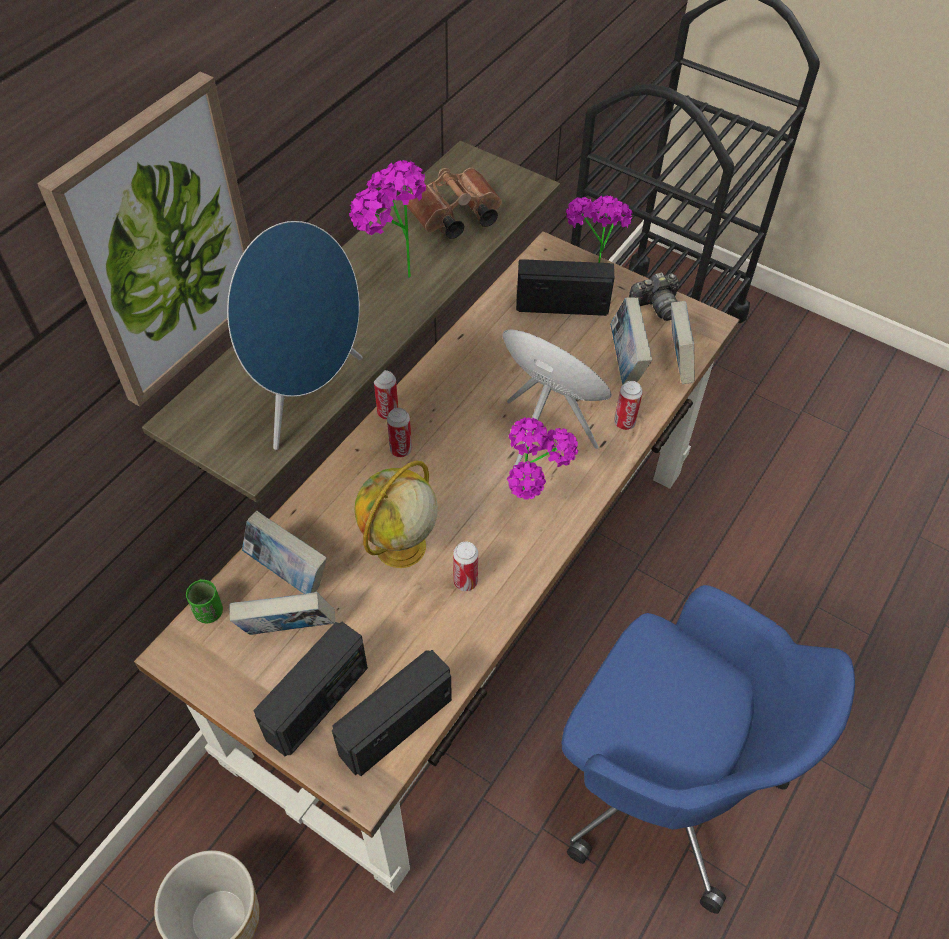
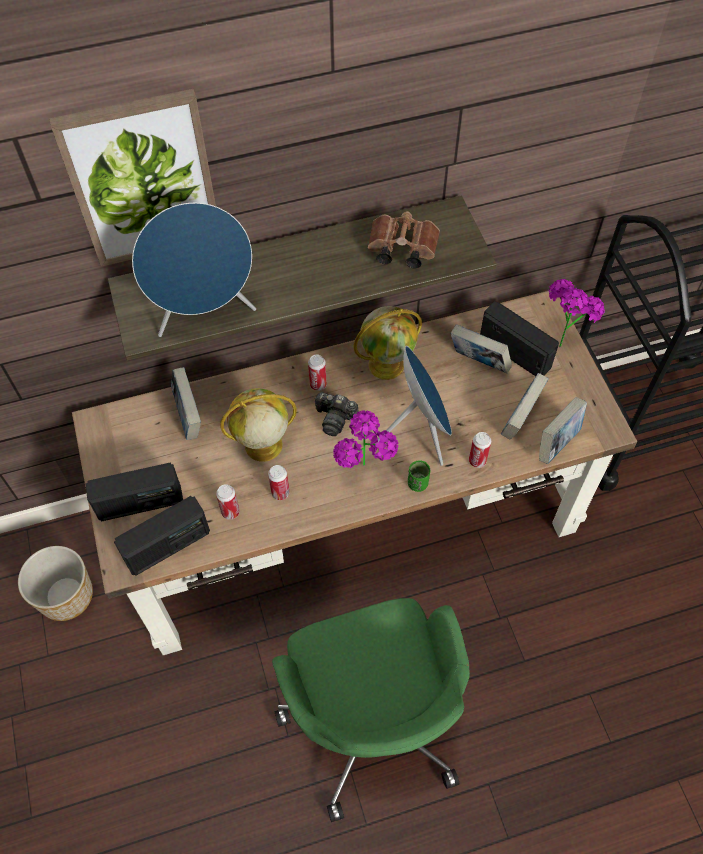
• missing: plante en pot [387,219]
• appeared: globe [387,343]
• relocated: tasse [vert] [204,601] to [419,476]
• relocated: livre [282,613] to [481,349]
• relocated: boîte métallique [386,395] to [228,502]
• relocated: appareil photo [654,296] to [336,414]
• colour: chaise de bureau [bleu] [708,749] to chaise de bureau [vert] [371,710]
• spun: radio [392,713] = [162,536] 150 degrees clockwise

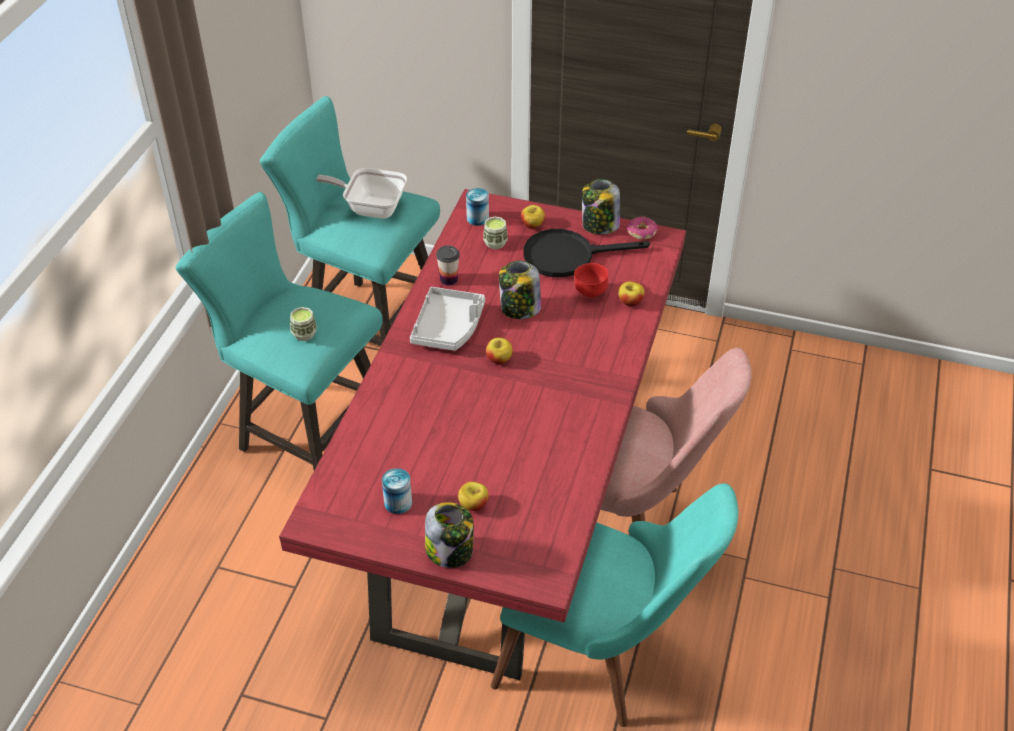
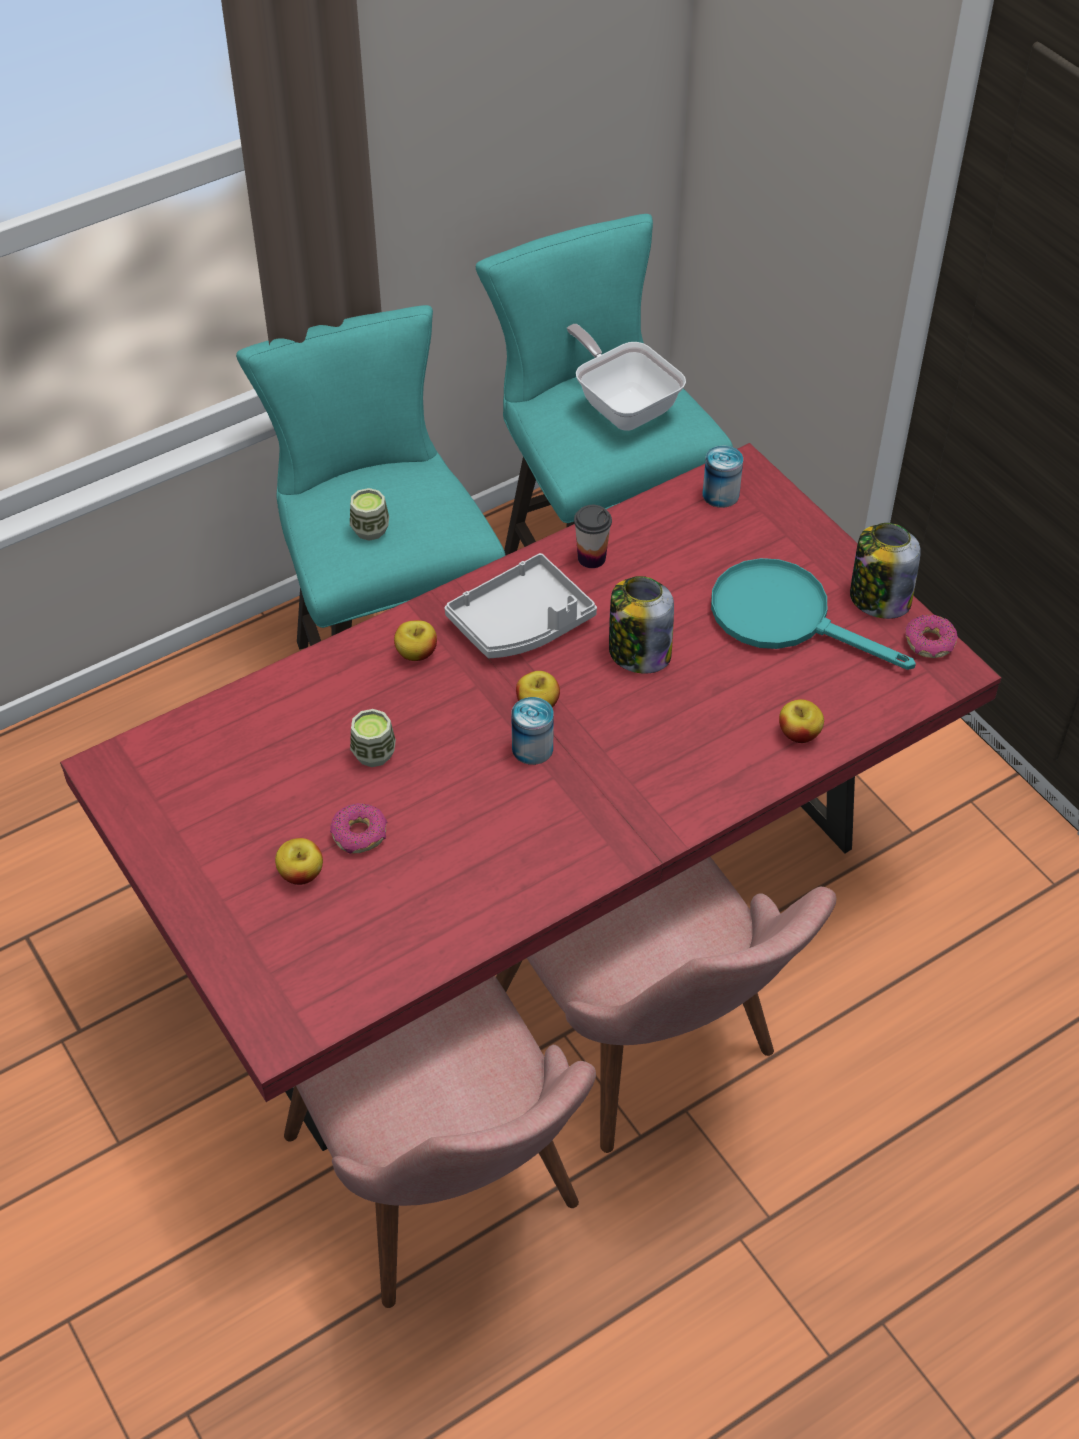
• missing: bocal [449,535]
• missing: bol [rouge] [591,280]
• appeared: beignet [358,828]
• relocated: boîte métallique [397,491] to [532,731]
• relocated: tasse [495,232] to [373,738]
• relocated: pomme [533,217] to [415,640]
• colour: chaise [turquoise] [615,605] to chaise [rose] [440,1142]
• colour: poêle [noir] [587,253] to poêle [turquoise] [813,614]

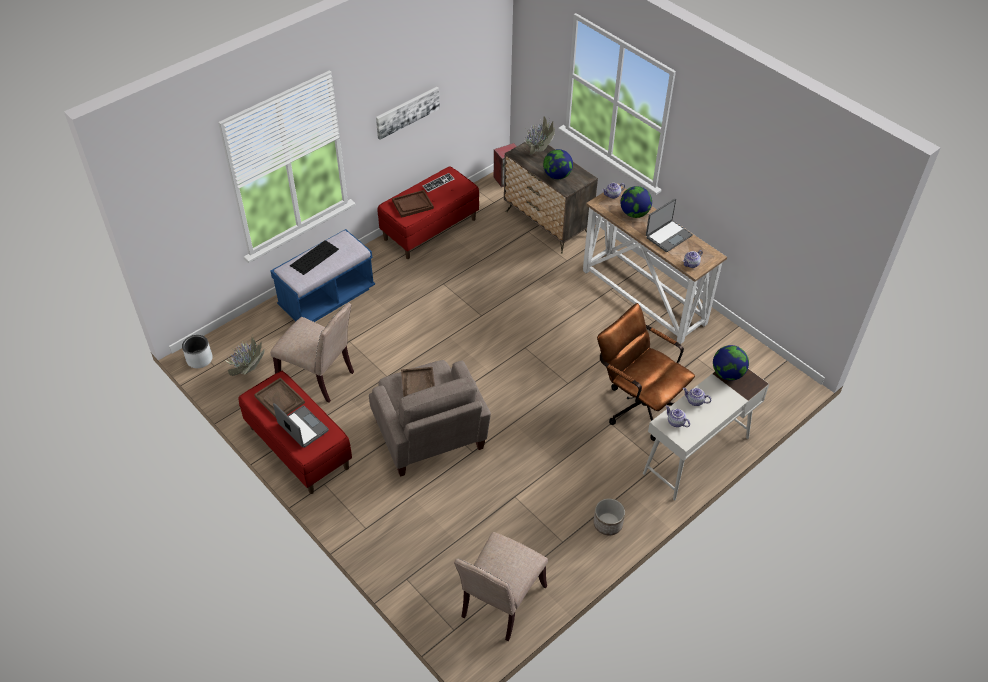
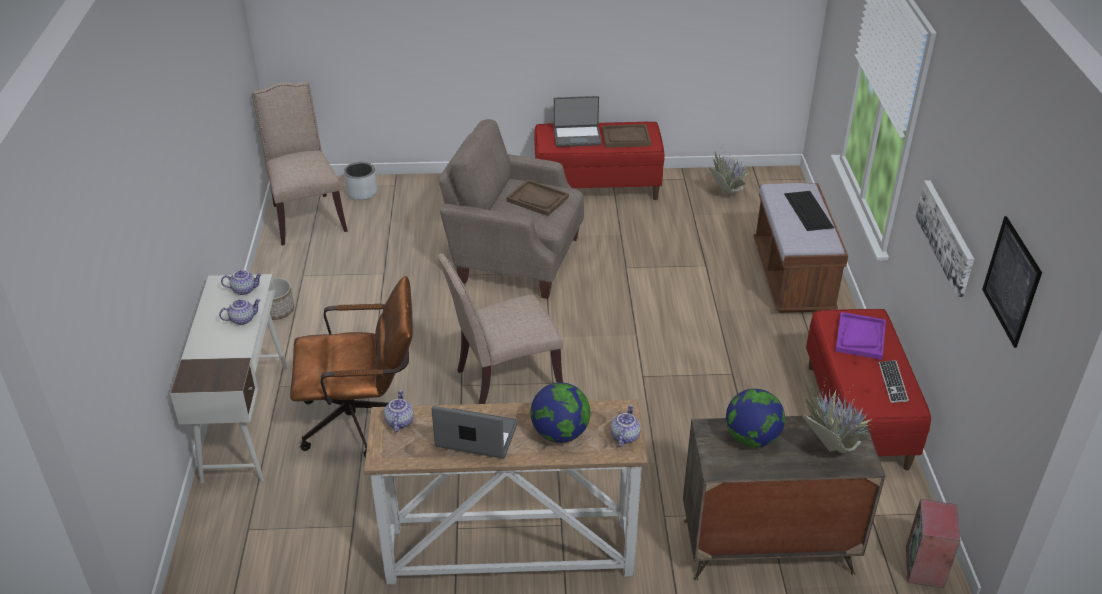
• missing: globe [731,363]
• appeared: tableau [1012,282]
• relocated: cache-pot [gris] [197,351] to [360,181]
• relocated: chaise [beige] [312,353] to [500,328]
• colour: banc [bleu] [322,275] to banc [marron] [800,248]
• colour: plateau [marron] [413,204] to plateau [violet] [860,336]
• spun: ordinateur portable [669,225] = [474,432] 105 degrees clockwise

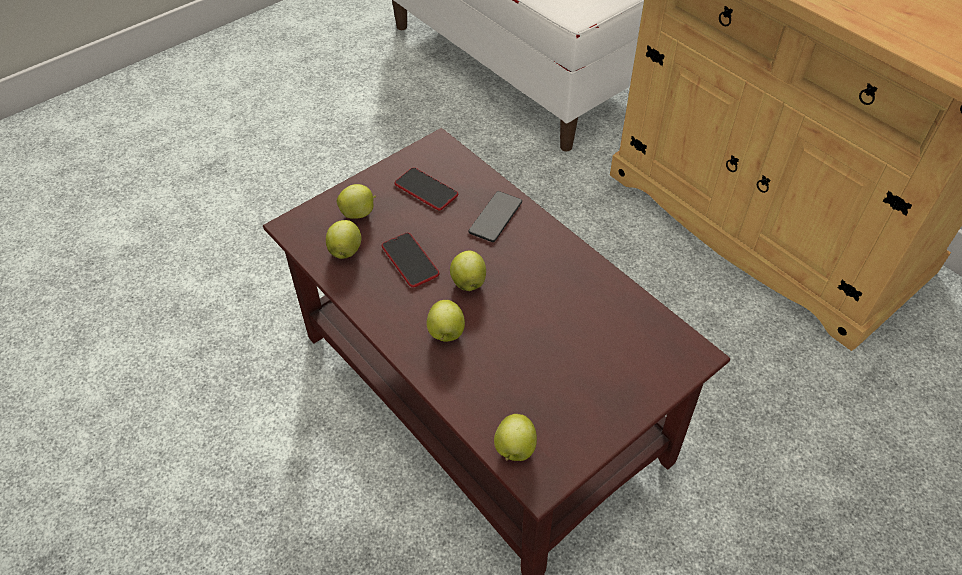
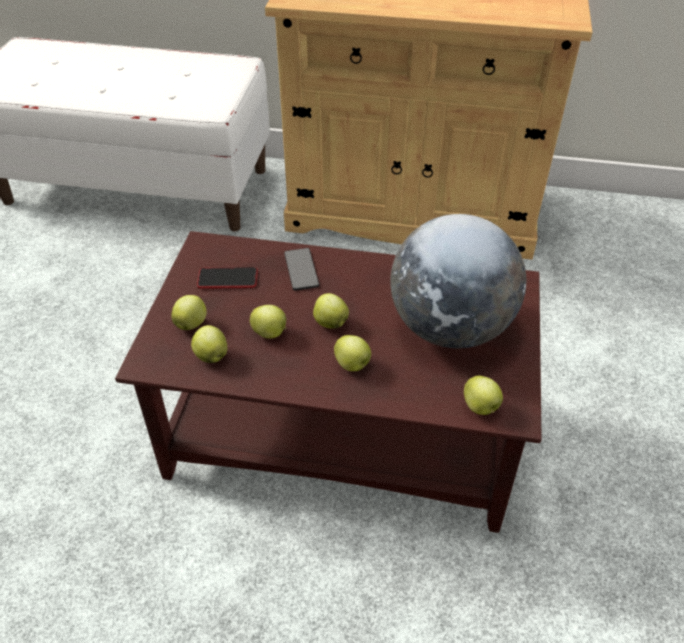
• appeared: globe [458,281]
• exchanged: téléphone [411,260] to pomme [268,322]

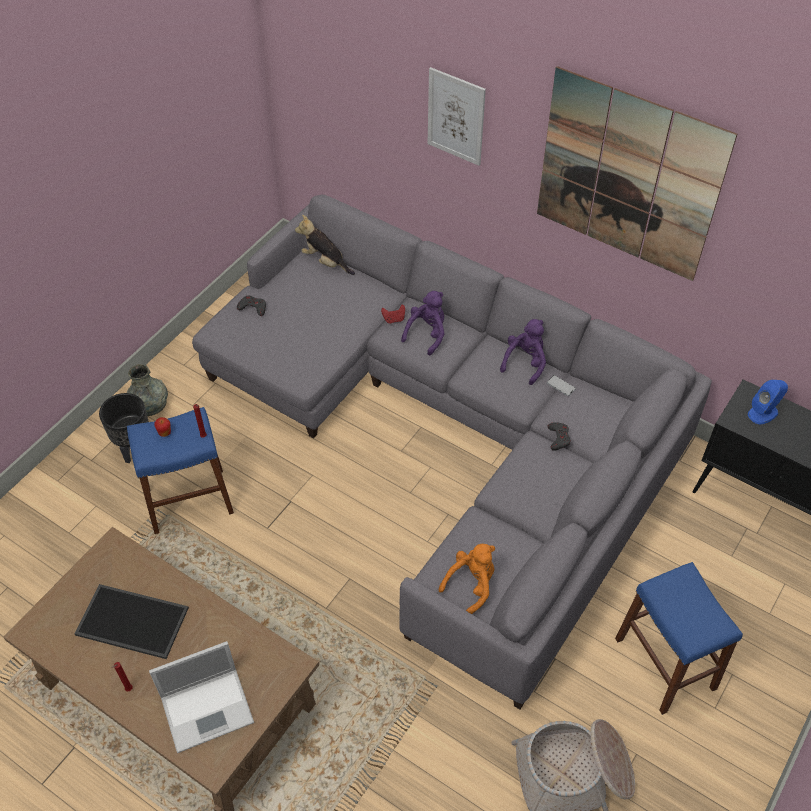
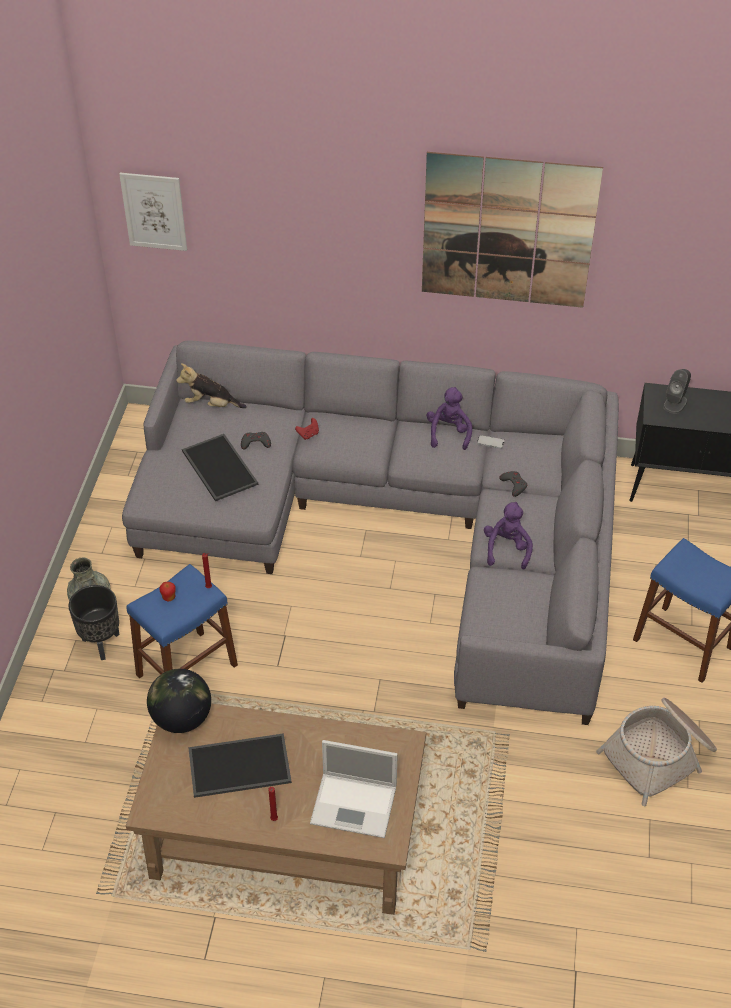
• missing: peluche [orange] [467,579]
• appeared: globe [179,701]
• appeared: plateau [220,467]
• relocated: manette [gris] [251,306] to [256,440]
• relocated: peluche [violet] [422,323] to [508,535]
• relocated: tableau [457,116] to [153,212]
• colour: enceinte [bleu] [768,402] to enceinte [gris] [677,391]
• spun: ordinateur portable [201,697] = [354,789] 60 degrees clockwise

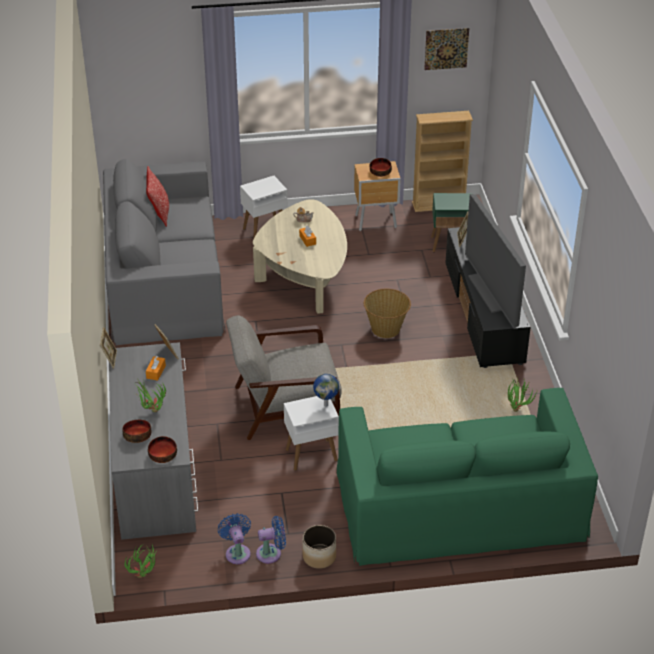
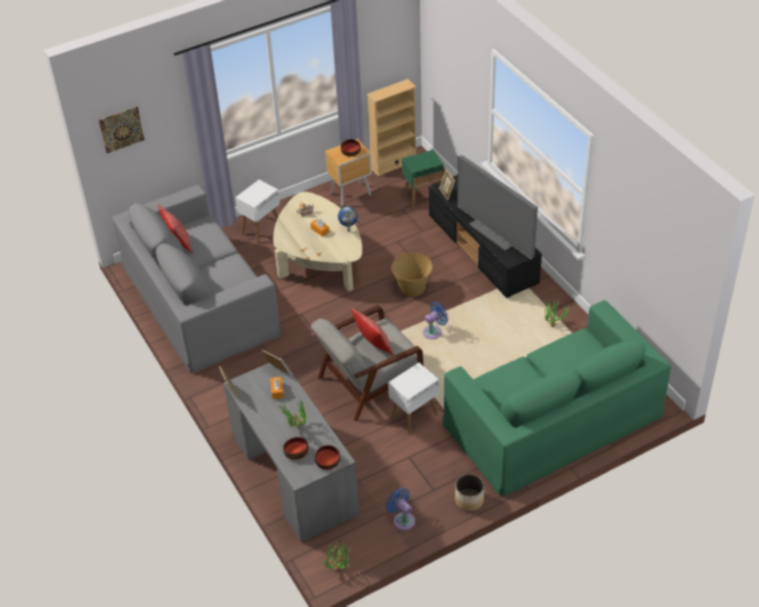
• appeared: coussin [372,332]
• relocated: ventilateur [bleu] [271,540] to [435,320]
• relocated: globe [326,390] to [348,219]
• relocated: tableau [446,49] to [122,129]

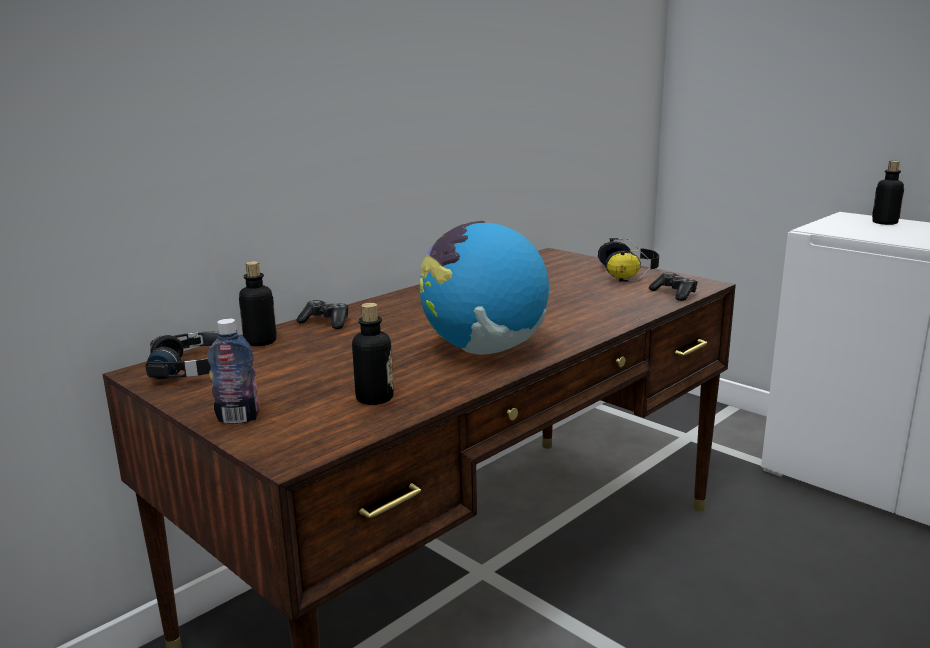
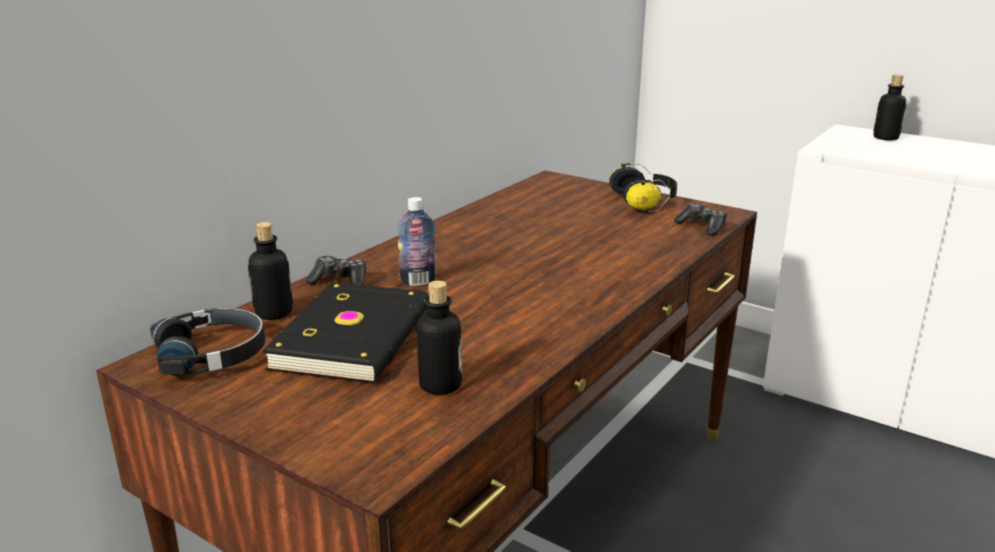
• missing: globe [484,288]
• appeared: livre [noir] [345,333]
• relocated: bouteille [233,371] to [417,241]

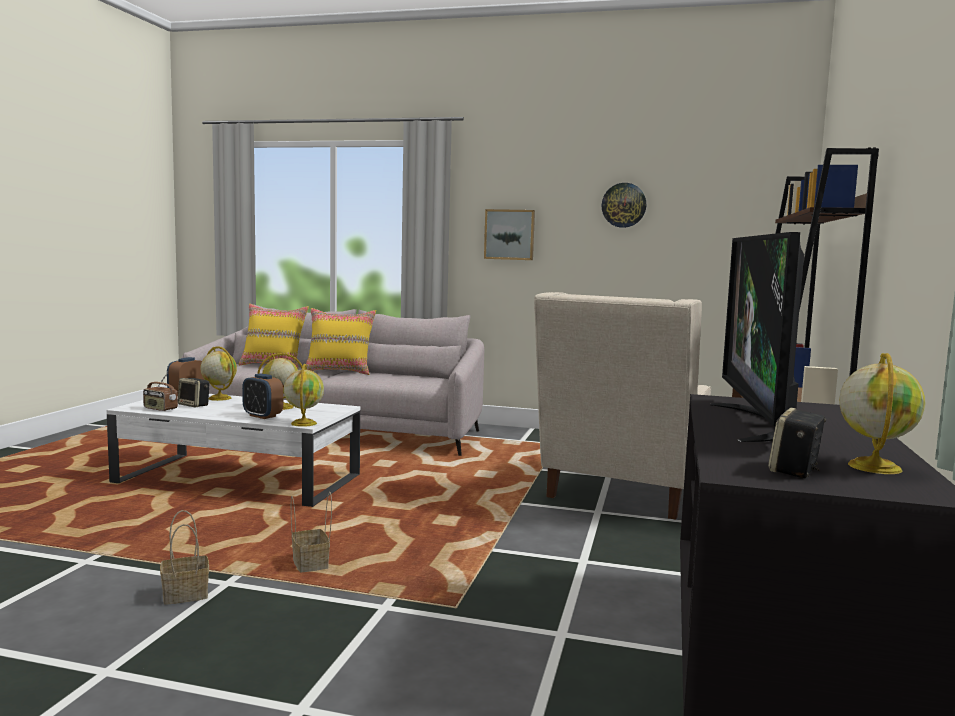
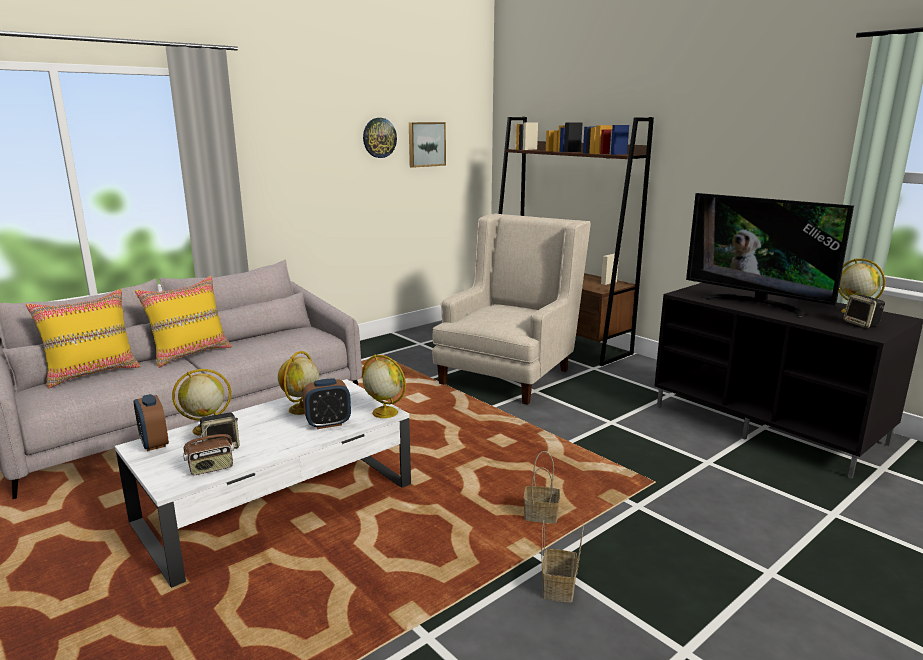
• relocated: tableau [509,234] to [427,145]
• spun: fauteuil [beige] [622,406] = [511,309] 120 degrees counterclockwise

